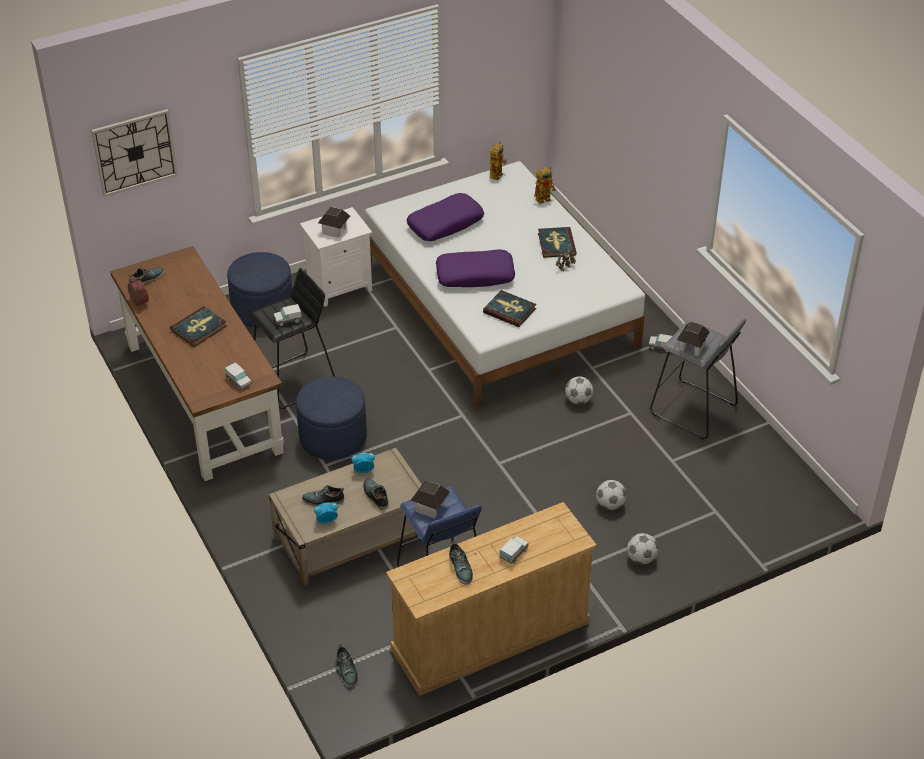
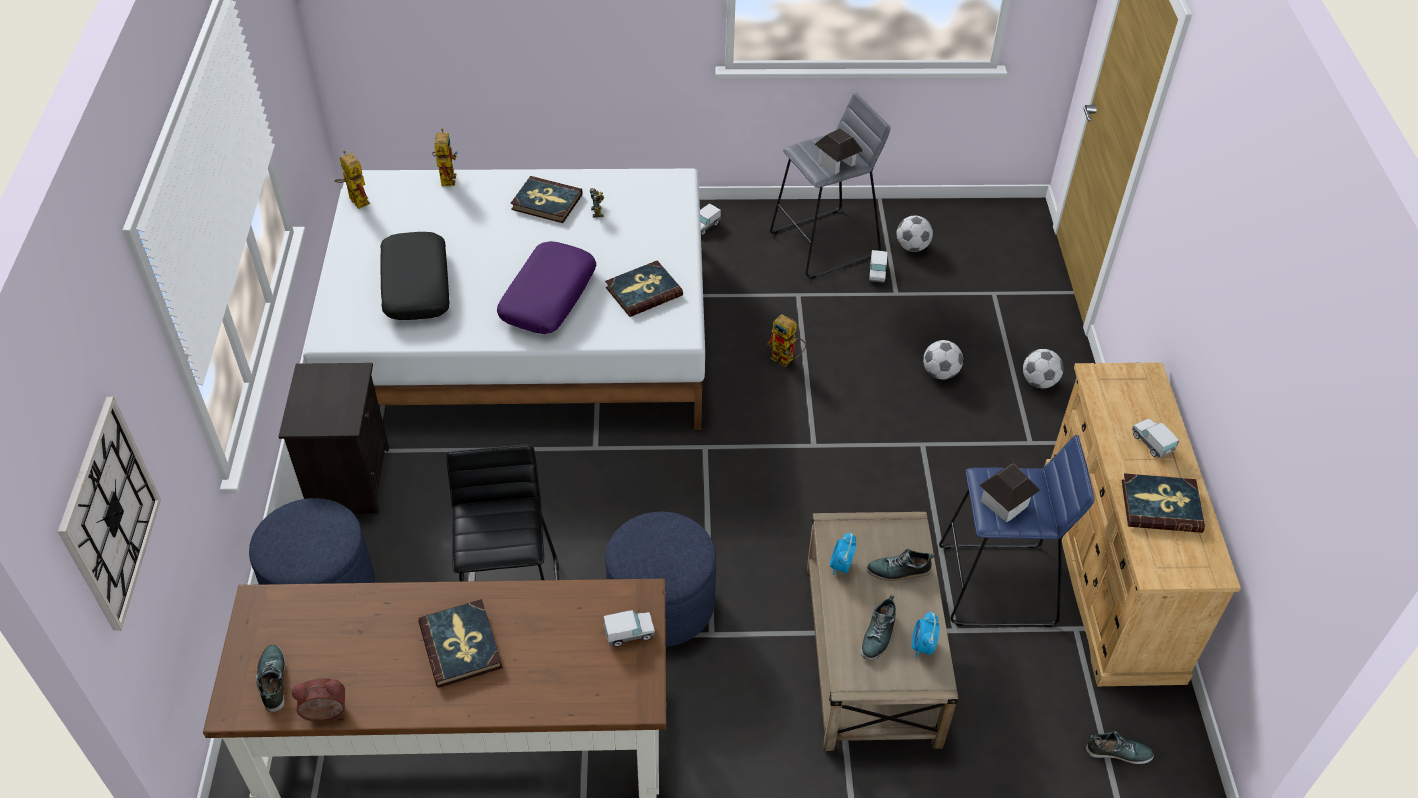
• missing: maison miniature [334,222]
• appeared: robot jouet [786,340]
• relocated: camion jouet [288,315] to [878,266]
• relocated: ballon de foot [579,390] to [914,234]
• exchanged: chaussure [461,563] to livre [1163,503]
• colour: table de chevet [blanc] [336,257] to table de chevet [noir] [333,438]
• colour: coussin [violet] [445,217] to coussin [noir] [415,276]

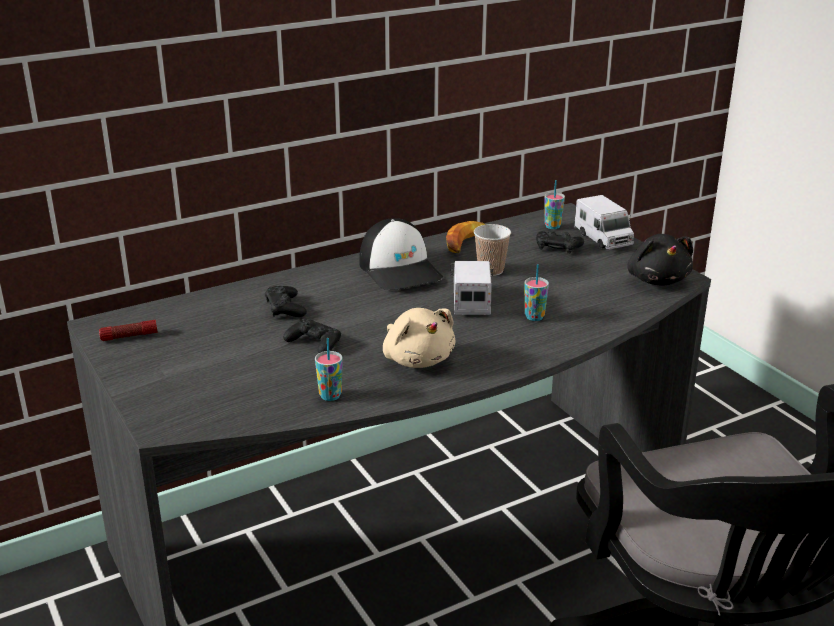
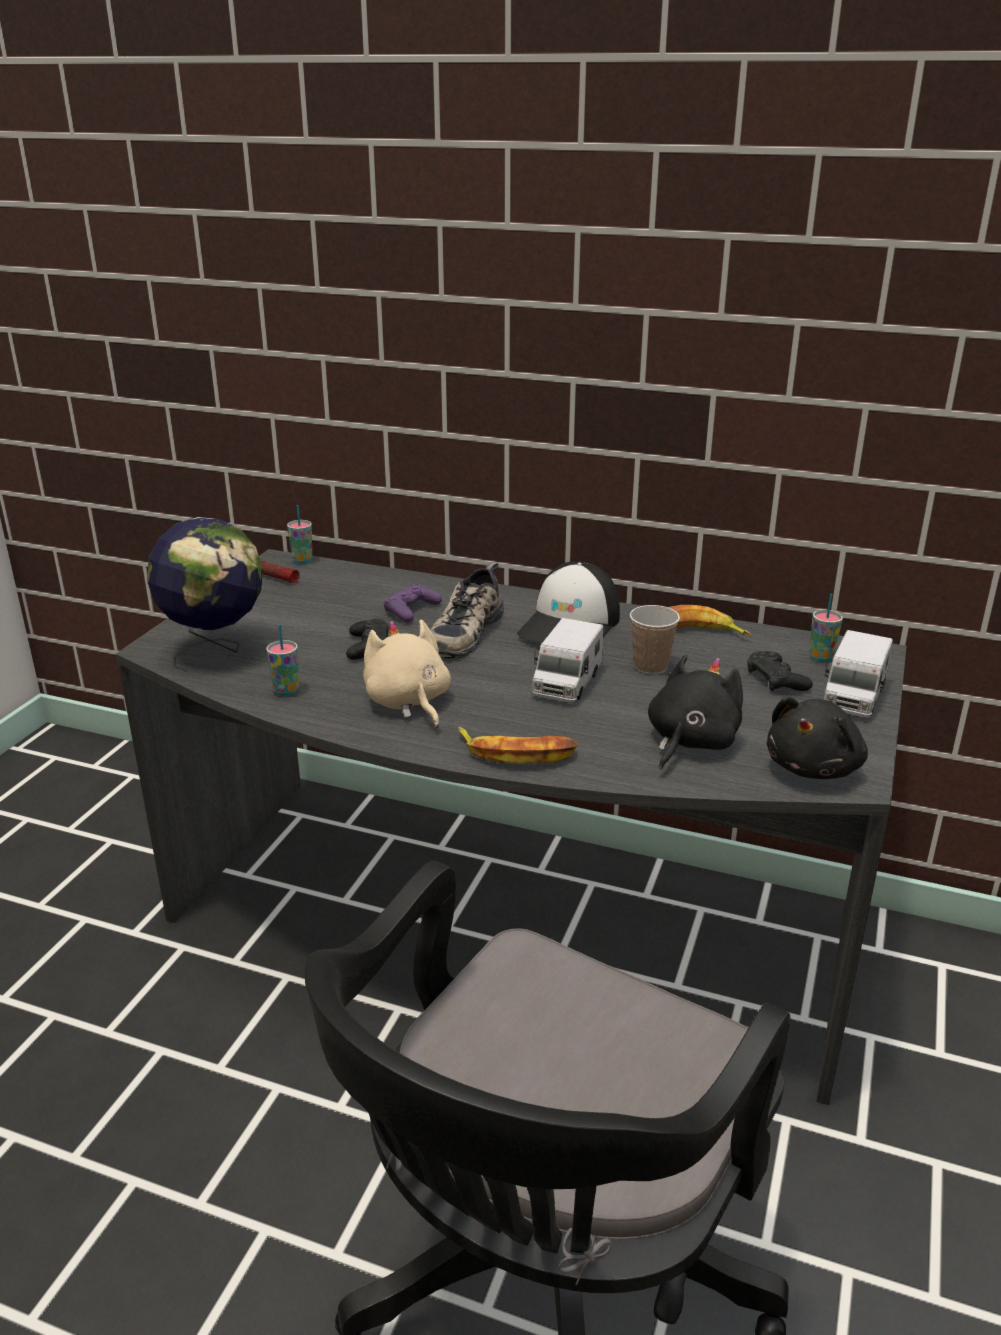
• appeared: globe [205,594]
• appeared: chaussure [467,610]
• appeared: banane [517,745]
• appeared: peluche [noir] [695,712]
• relocated: tasse [536,292] to [299,534]
• colour: manette [noir] [286,301] to manette [violet] [413,603]
• spun: peluche [beige] [419,338] = [407,673] 135 degrees clockwise
• spun: camion jouet [471,288] = [567,660] 150 degrees clockwise

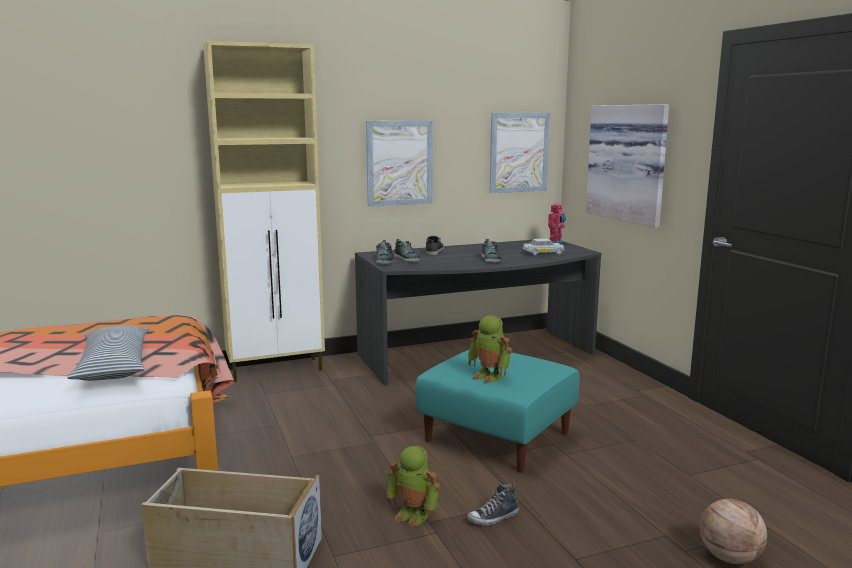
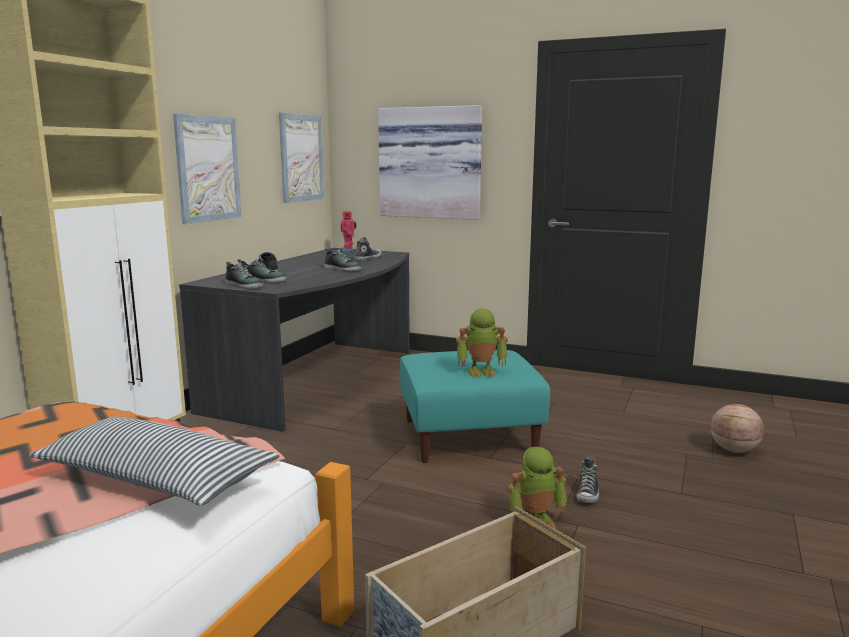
• exchanged: petite voiture [blanc] [544,246] to chaussure [368,248]

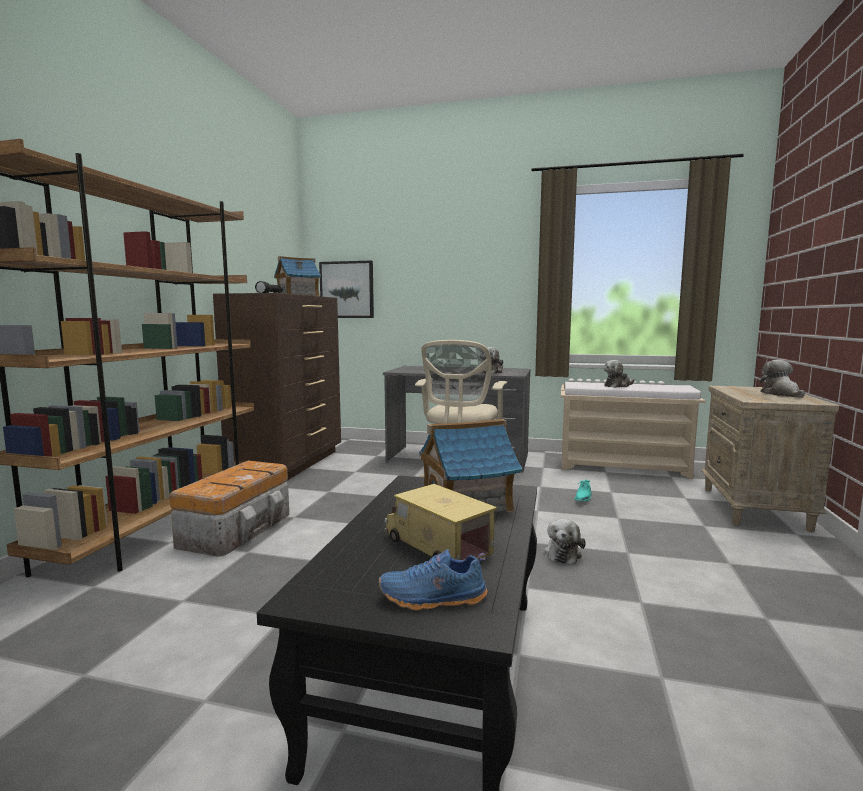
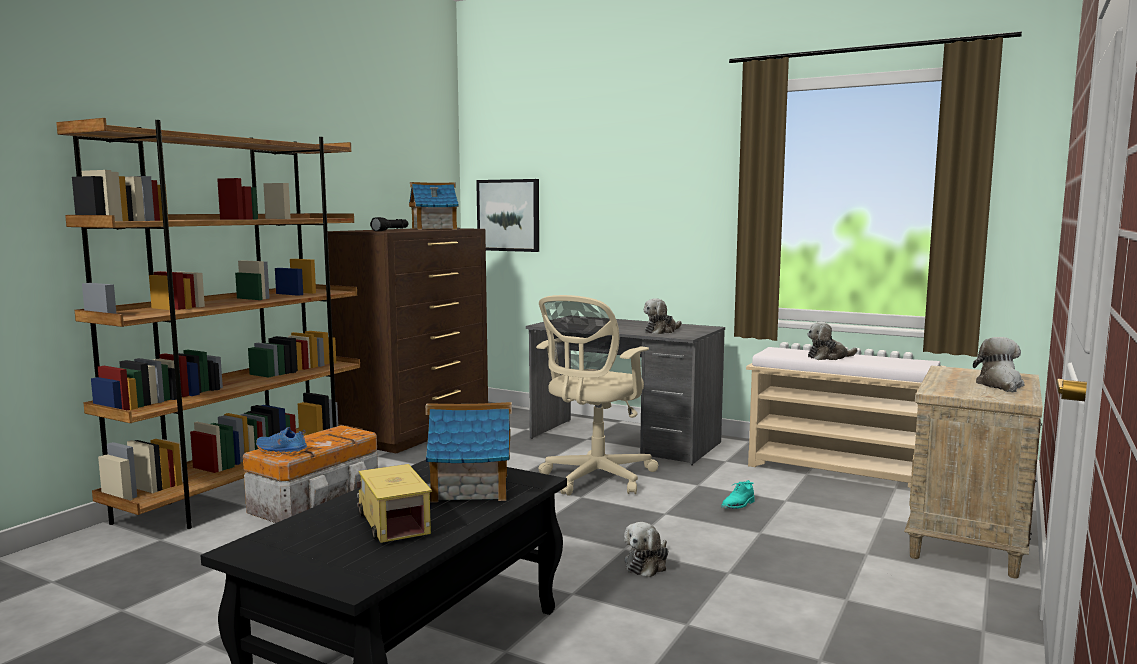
• relocated: chaussure [bleu] [433,580] to [282,441]

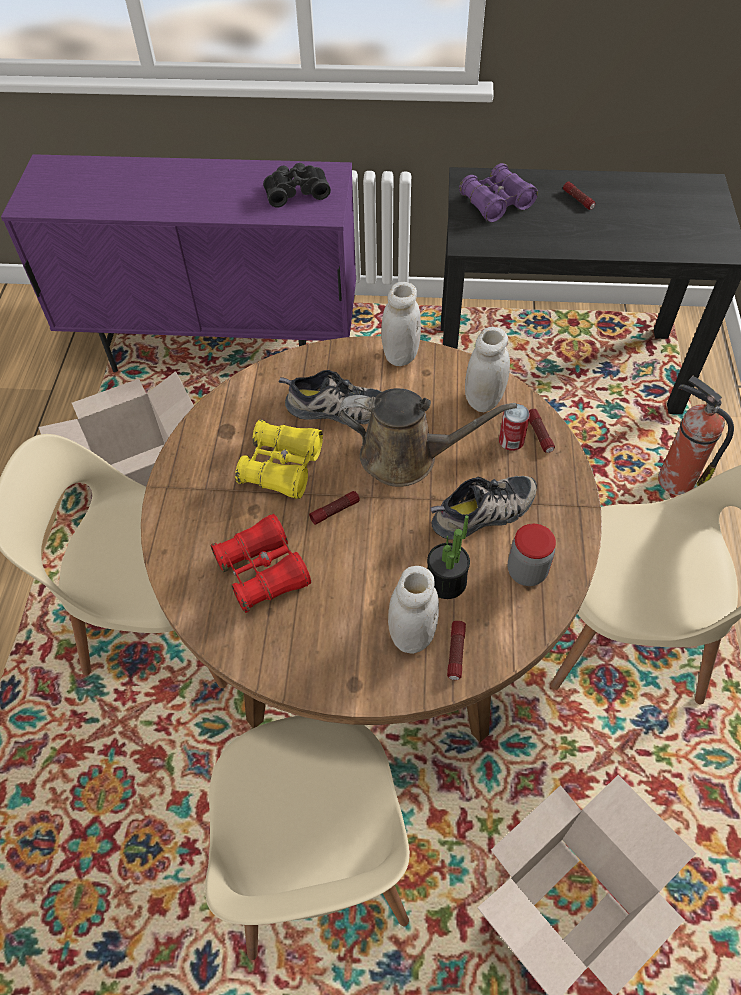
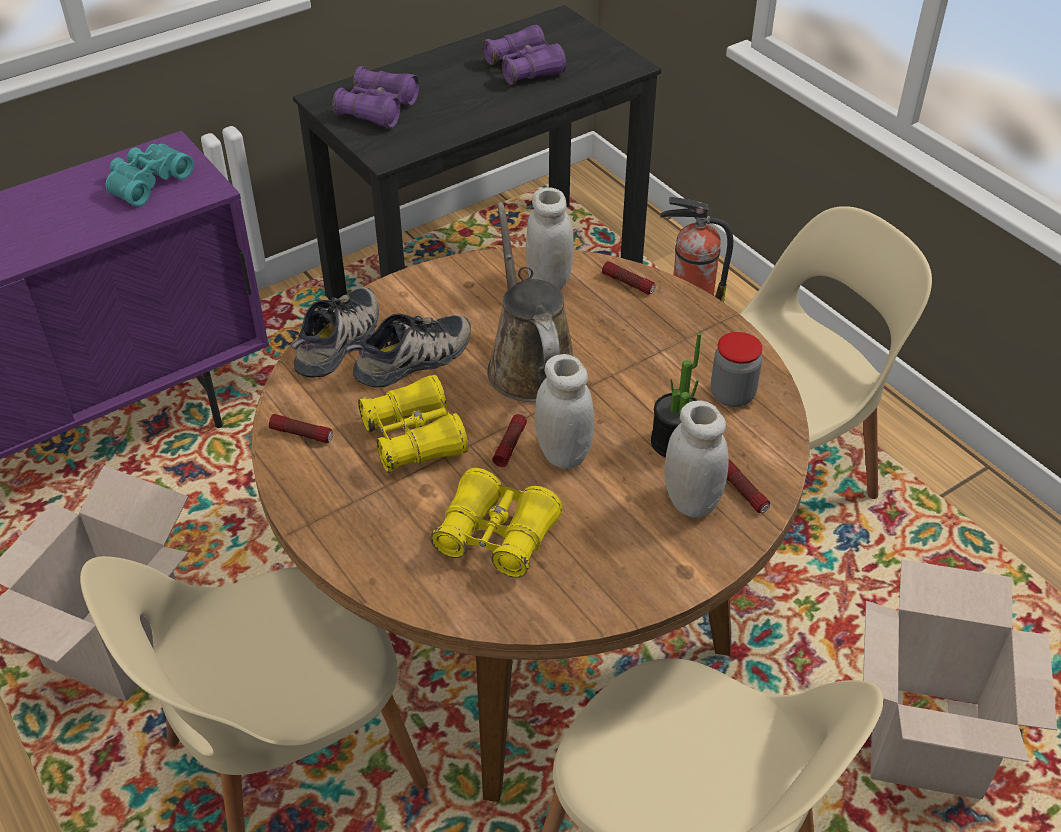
• missing: boîte métallique [514,427]
• appeared: jumelles [violet] [524,55]
• relocated: bocal [blanc] [401,324] to [564,411]
• relocated: chaussure [483,508] to [335,332]
• relocated: lampe de poche [579,195] to [301,428]
• colour: jumelles [rouge] [261,563] to jumelles [jaune] [496,523]
• colour: jumelles [noir] [297,185] to jumelles [turquoise] [150,175]
• spun: arrosoir [marron] [427,437] = [530,302] 75 degrees counterclockwise

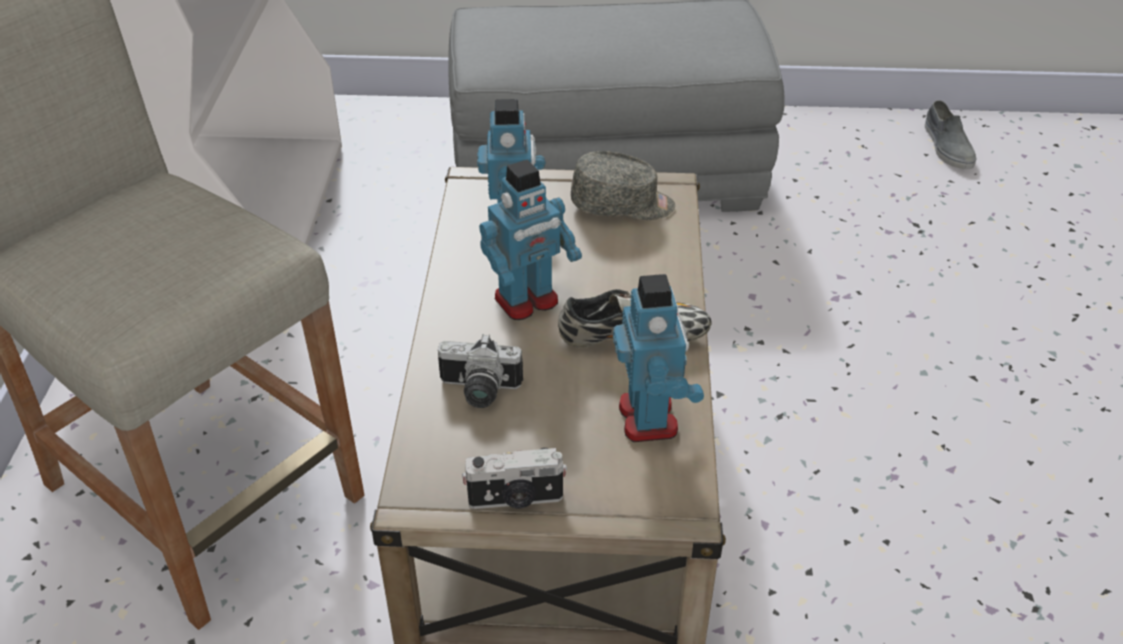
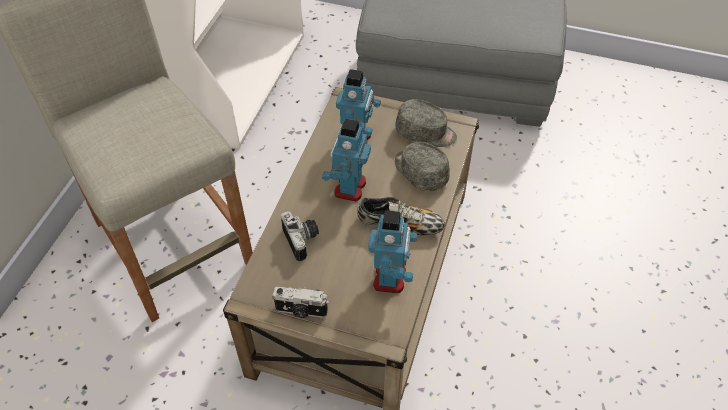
• missing: chaussure [gris] [951,134]
• appeared: casquette [gris] [422,166]
• spun: appareil photo [480,371] = [300,236] 135 degrees counterclockwise
• spun: robot jouet [530,239] = [346,160] 120 degrees clockwise

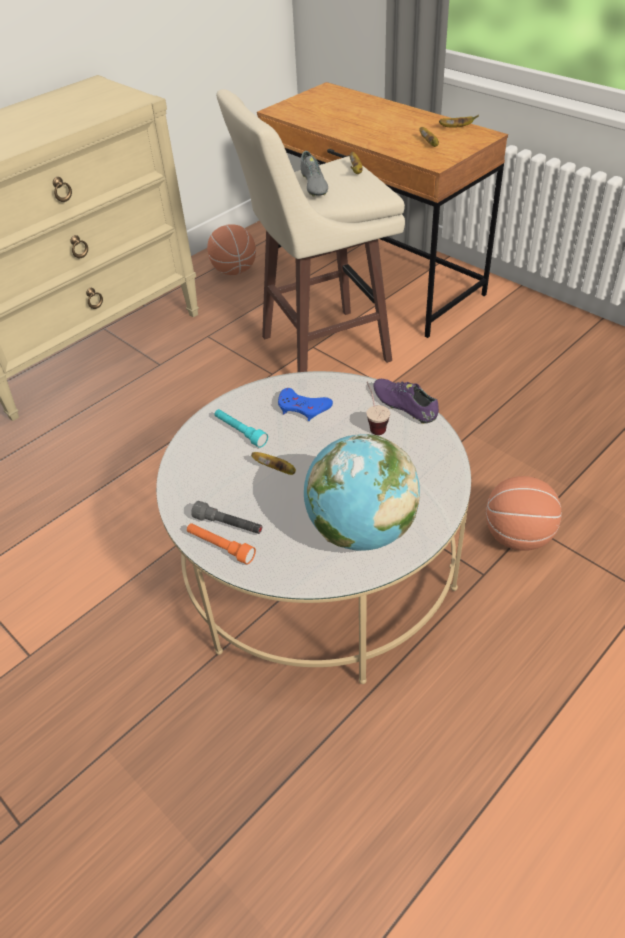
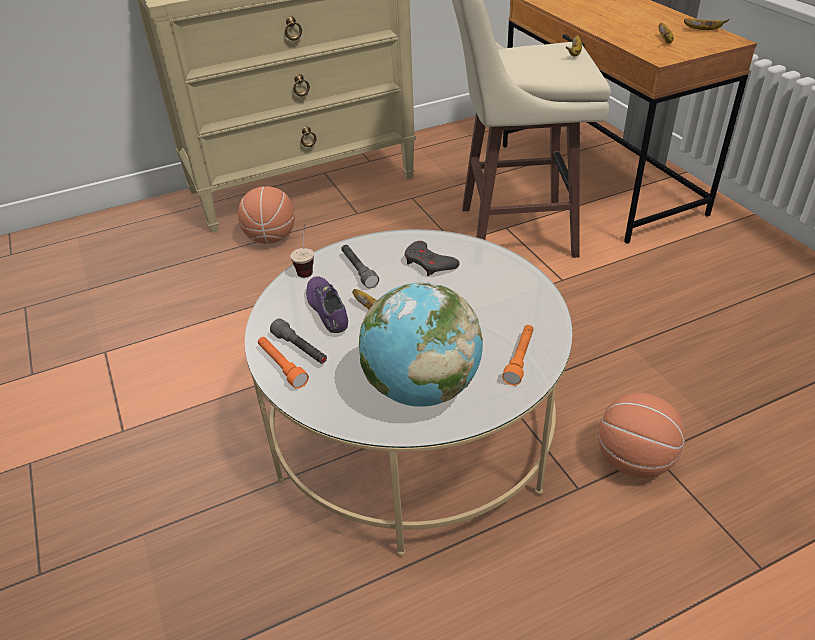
• missing: chaussure [gris] [314,174]
• appeared: lampe de poche [orange] [518,355]
• relocated: ballon de basket [231,249] to [266,215]
• relocated: tasse [378,408] to [302,251]
• relocated: chaussure [violet] [406,401] to [327,304]
• colour: lampe de poche [turquoise] [241,428] to lampe de poche [gris] [360,267]
• colour: manette [bleu] [305,404] to manette [gris] [432,258]

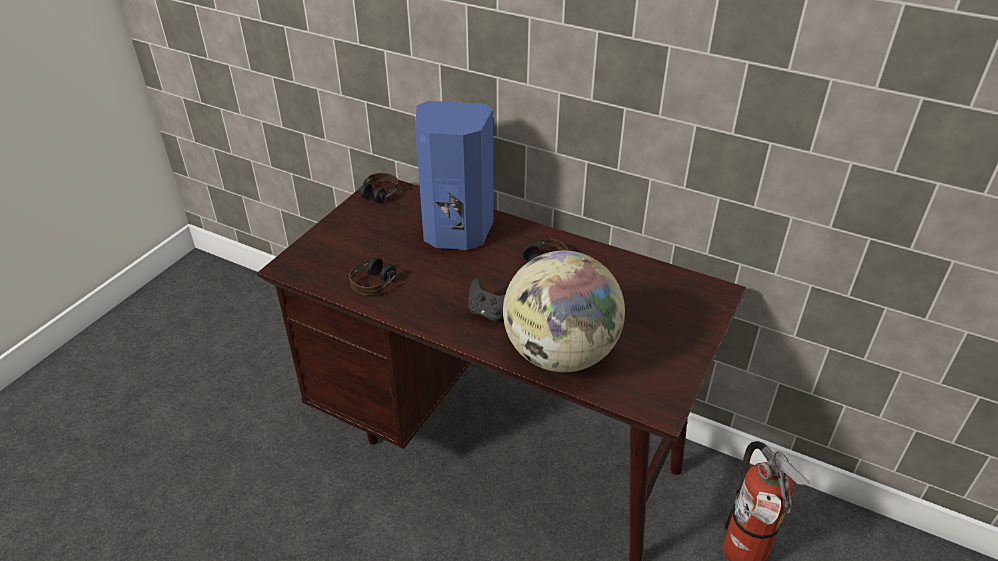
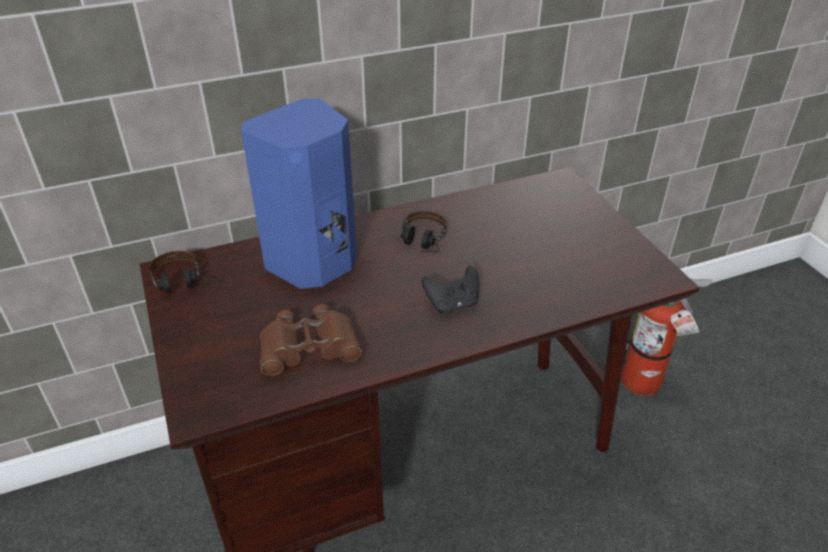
• missing: globe [564,311]
• exchanged: casque audio [372,266] to jumelles [marron] [311,340]

